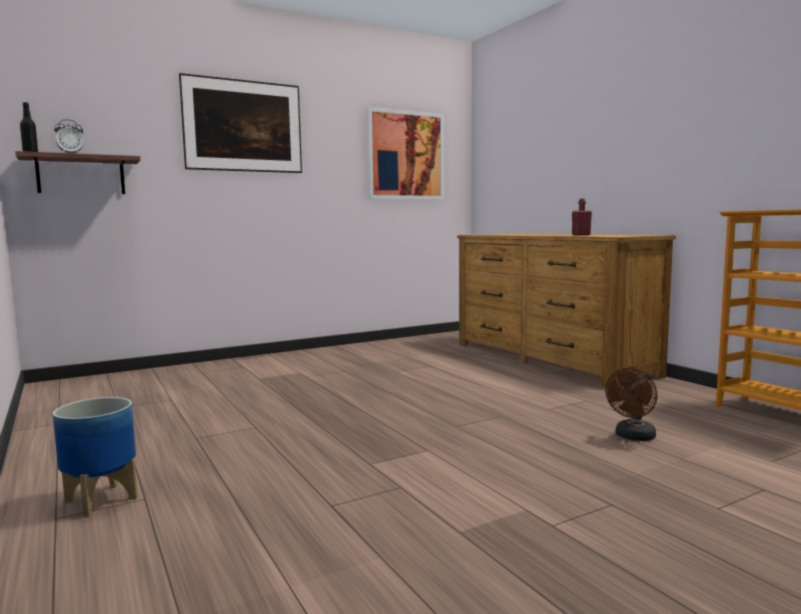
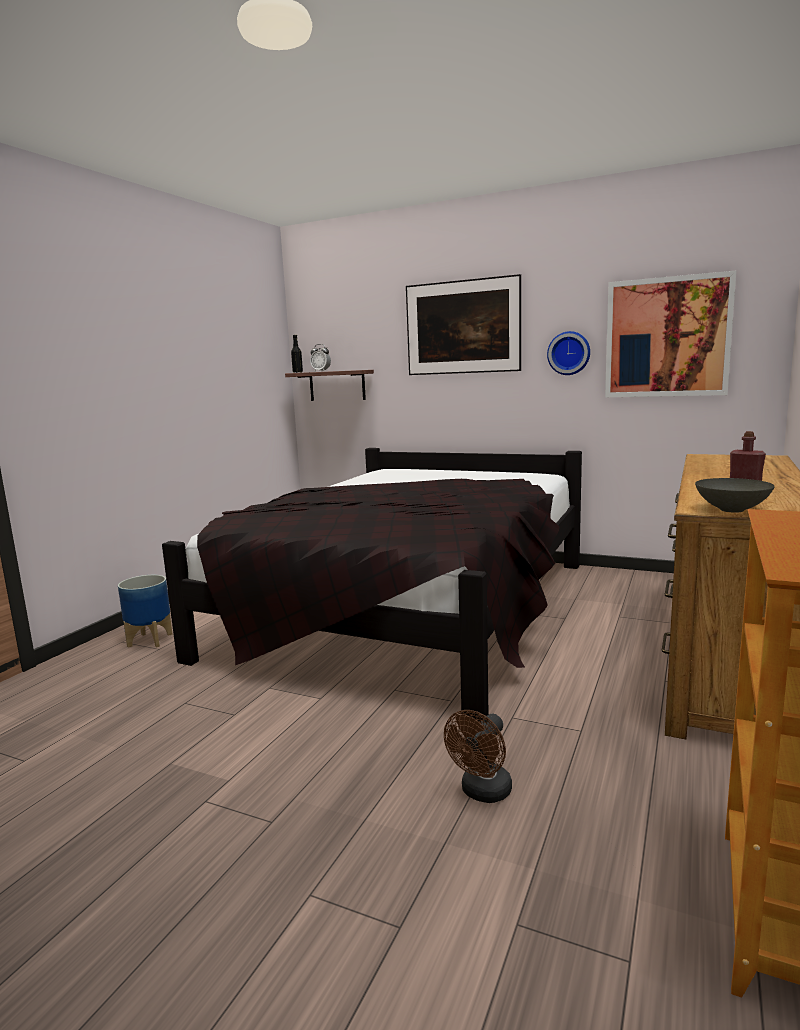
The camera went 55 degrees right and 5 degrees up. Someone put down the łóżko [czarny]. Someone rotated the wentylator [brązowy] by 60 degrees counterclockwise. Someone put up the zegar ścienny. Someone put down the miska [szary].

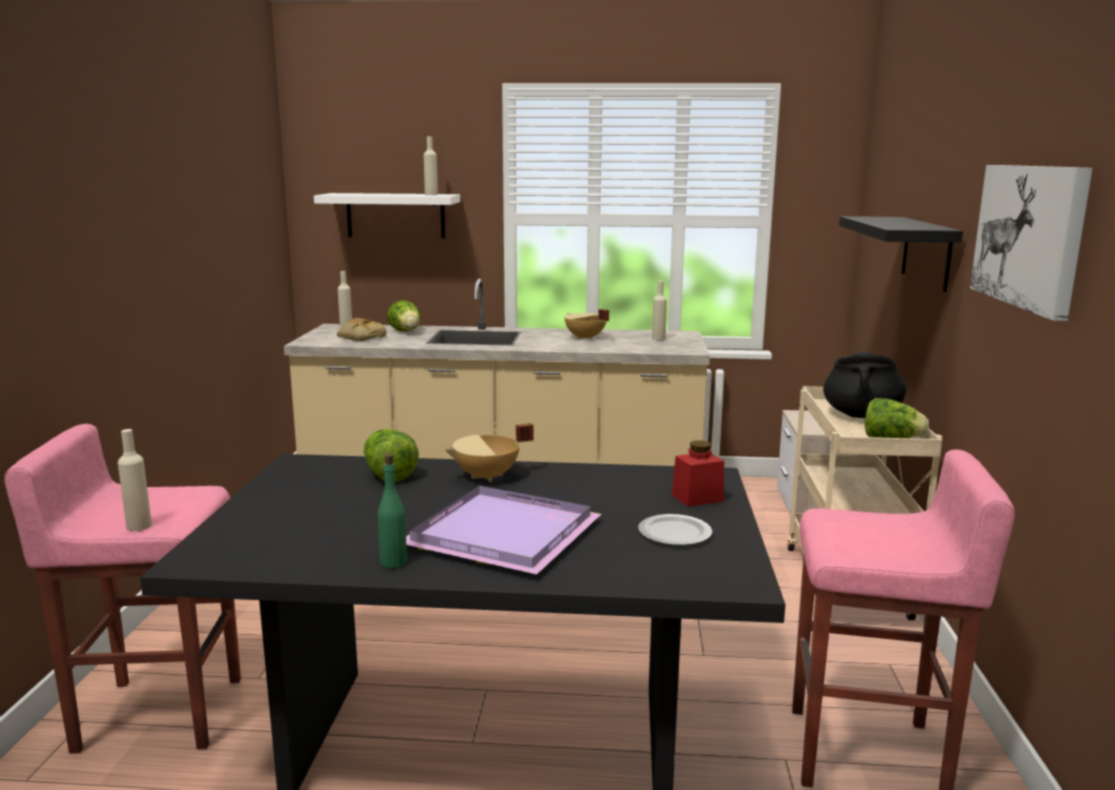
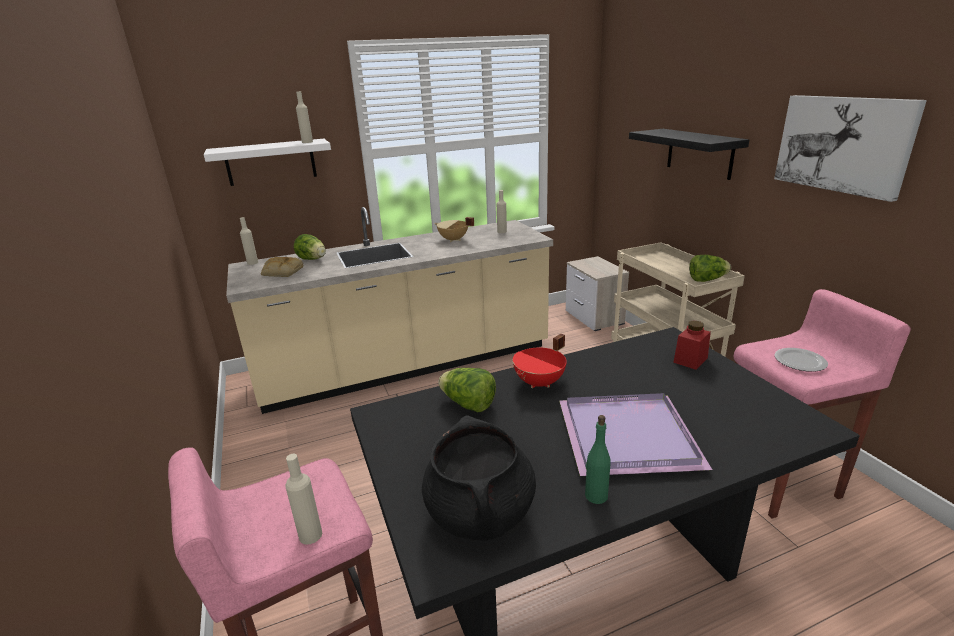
The camera went 25 degrees left and 10 degrees up. Someone carried the garnek [czarny]. Someone repainted the garnek [beżowy] (no. 1 from left), which became the garnek [czerwony]. Someone carried the talerz.

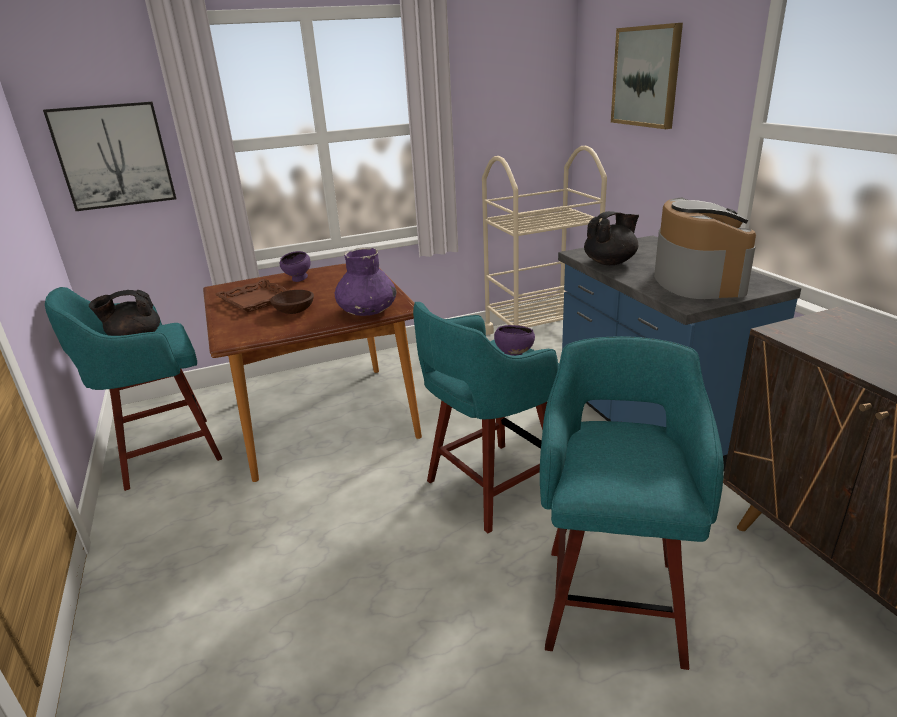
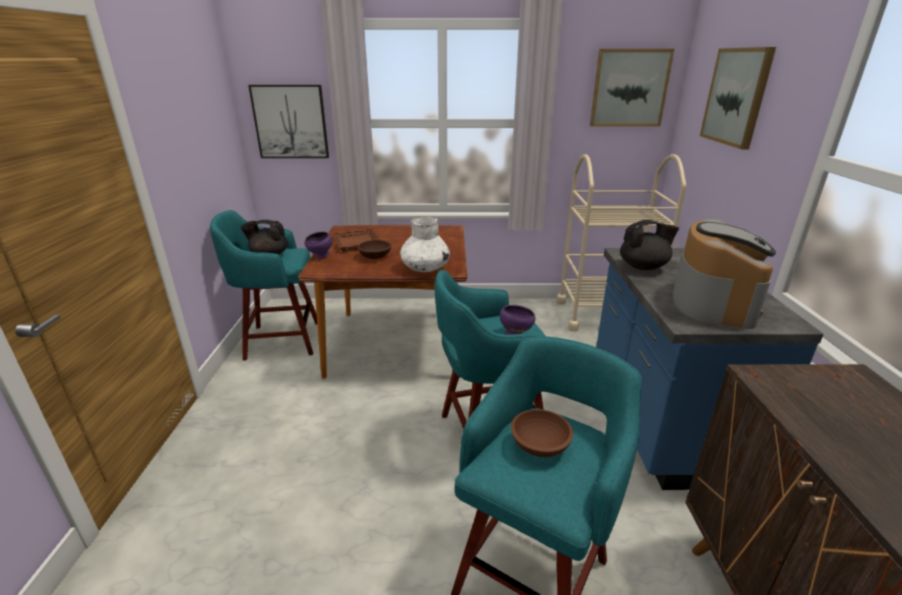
The camera went 20 degrees right and 0 degrees up. Someone carried the miska [fioletowy] (no. 1 from left). Someone repainted the wazon [fioletowy], which became the wazon [biały]. Someone put down the miska [brązowy] (no. 2 from left). Someone put up the obraz (no. 2 from left).

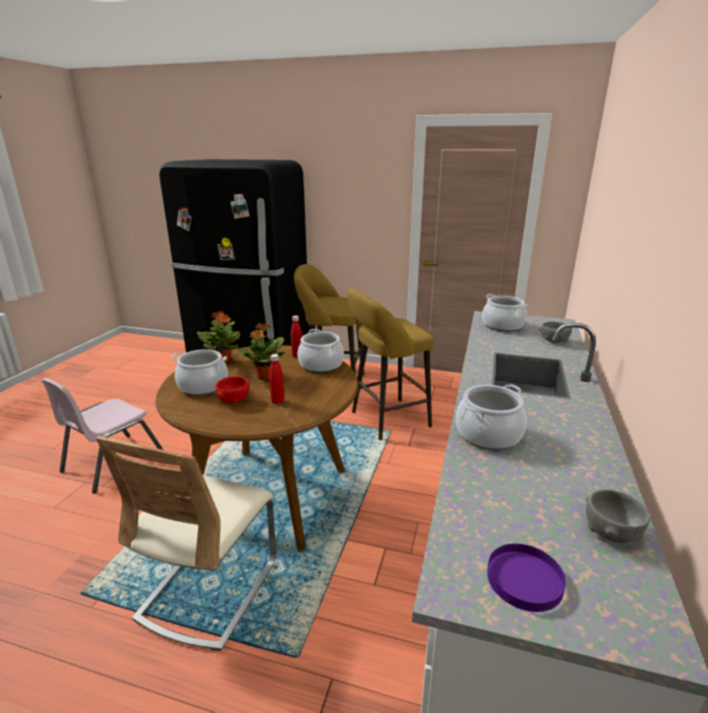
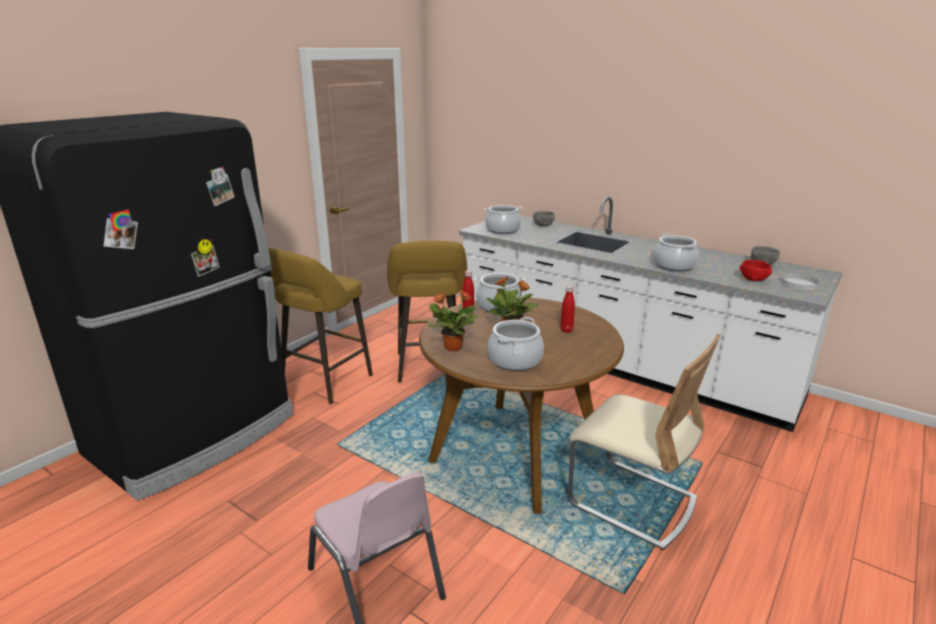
The camera went 70 degrees left and 0 degrees up. Someone carried the miska [czerwony]. Someone repainted the talerz [fioletowy], which became the talerz [biały].

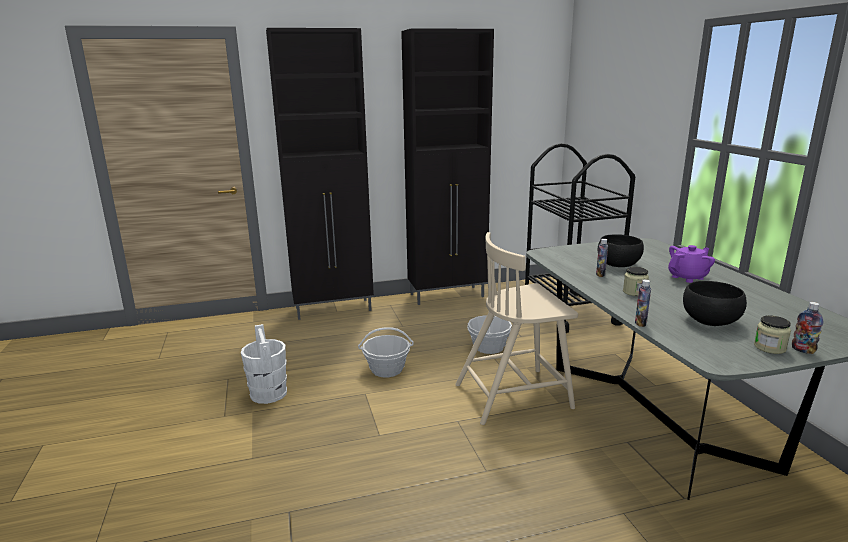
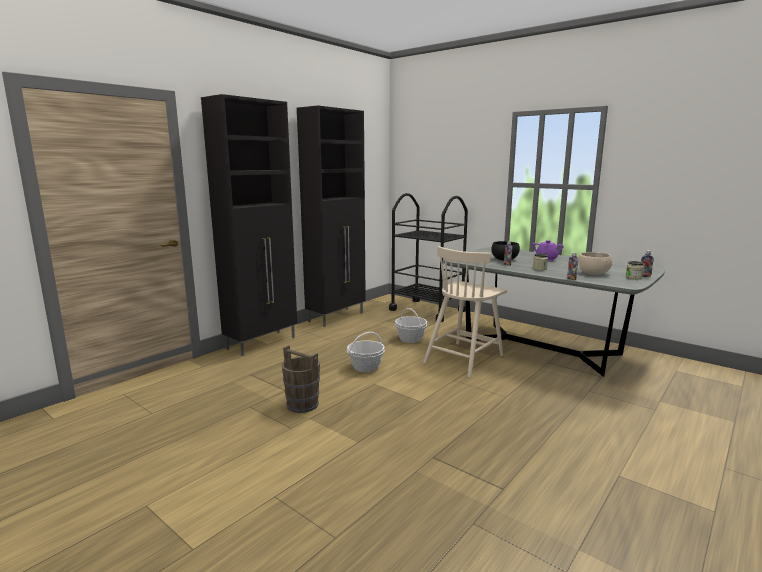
The camera went 35 degrees left and 5 degrees down. Someone repainted the wiadro [biały], which became the wiadro [brązowy]. Someone repainted the miska [czarny] (no. 2 from left), which became the miska [beżowy].

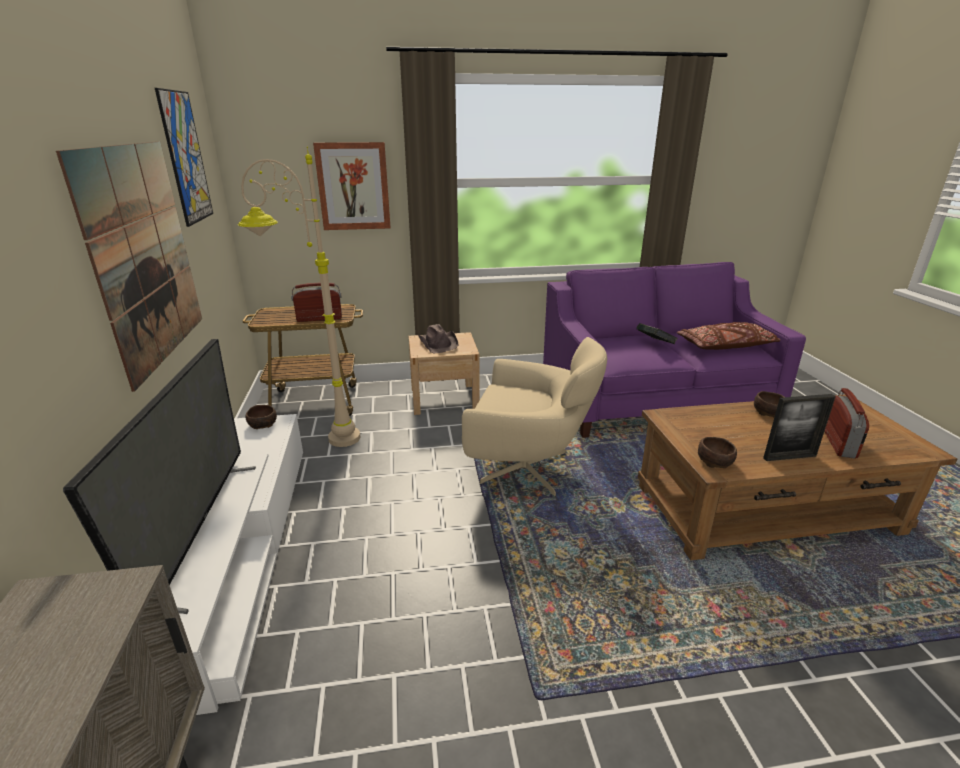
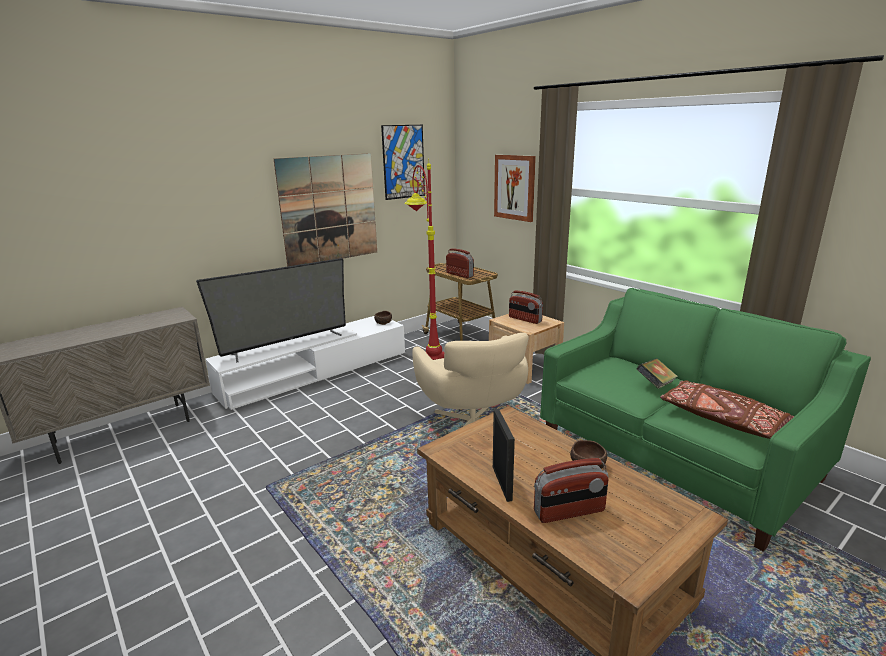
The camera went 60 degrees right and 5 degrees down. Someone repainted the lampa stojąca [beżowy], which became the lampa stojąca [czerwony]. Someone rotated the ramka na zdjęcie by 150 degrees counterclockwise. Someone swapped the kapelusz [brązowy] for the radio (no. 2 from left). Someone repainted the kanapa [fioletowy], which became the kanapa [zielony]. Someone took away the miska [brązowy] (no. 2 from left).

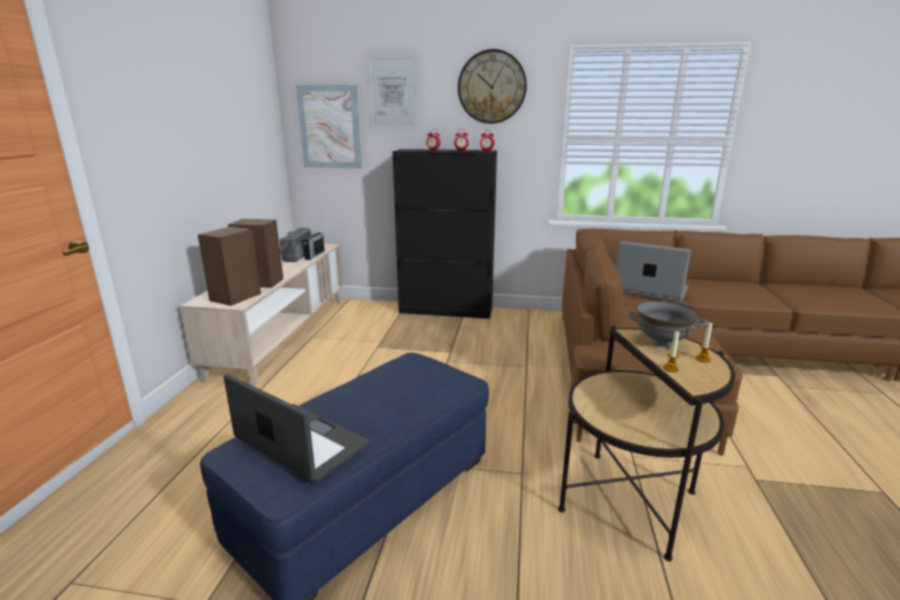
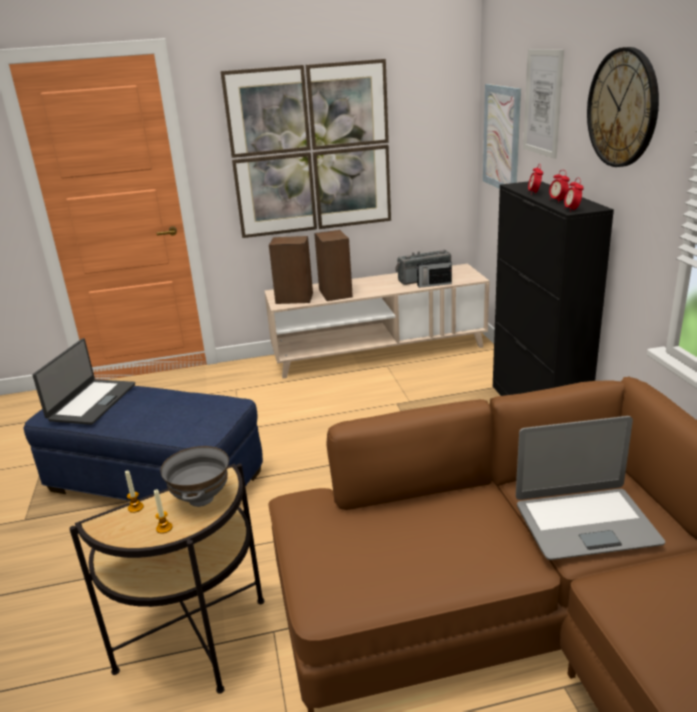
The camera went 70 degrees right and 5 degrees up. Someone put up the obraz (no. 1 from left). Someone rotated the laptop (no. 2 from left) by 75 degrees clockwise.

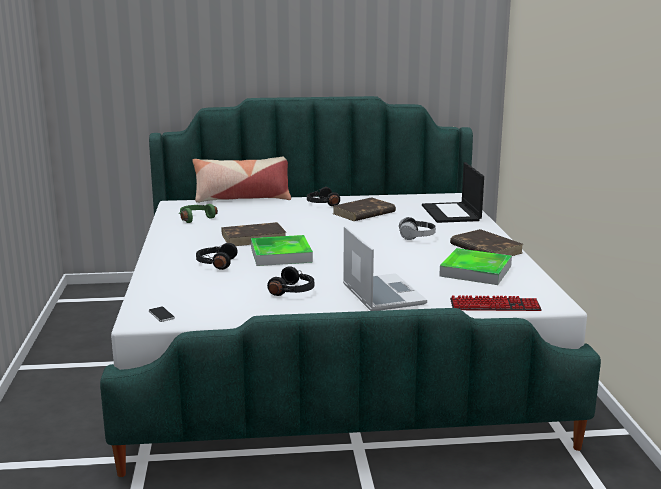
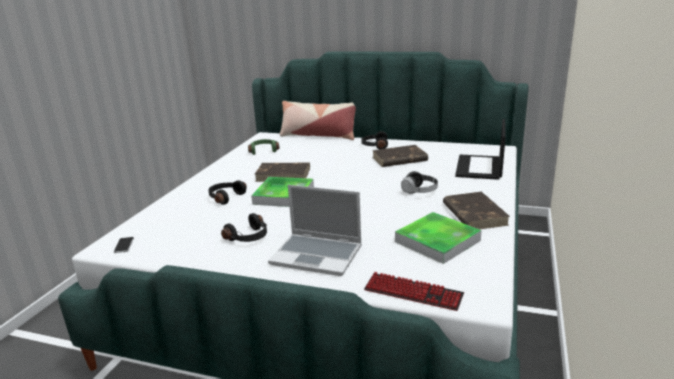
The camera went 25 degrees right and 5 degrees up. Someone rotated the laptop (no. 1 from left) by 105 degrees clockwise.

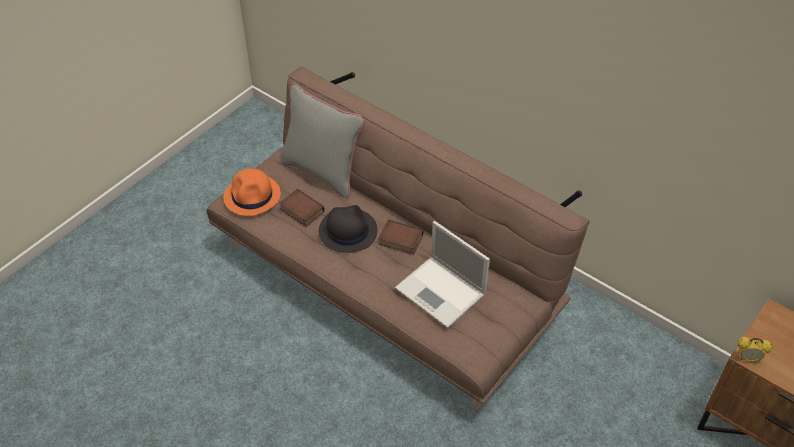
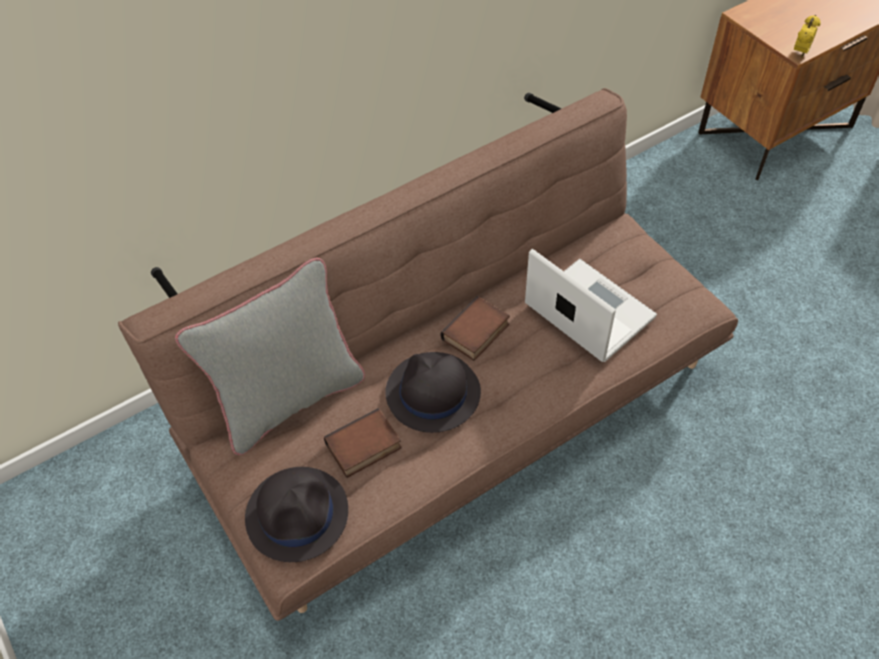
The camera went 70 degrees left and 5 degrees up. Someone repainted the kapelusz [pomarańczowy], which became the kapelusz [czarny] (no. 1 from left). Someone rotated the laptop by 105 degrees counterclockwise.

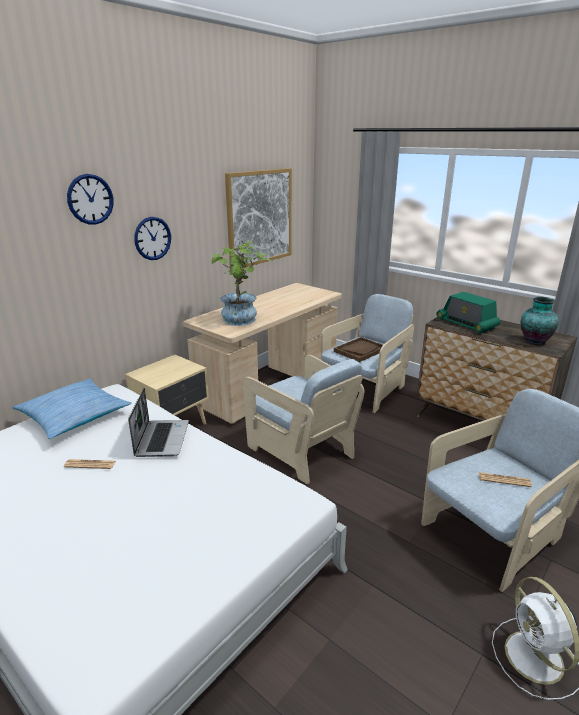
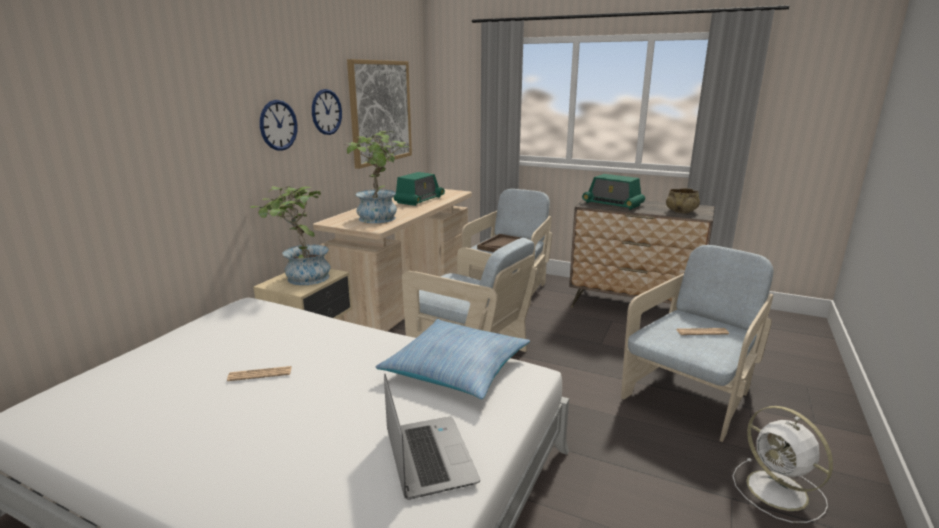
The camera went 15 degrees left and 5 degrees down. Someone put down the roślina doniczkowa (no. 1 from left). Someone carried the zegar ścienny (no. 1 from left in the first image). Someone carried the poduszka. Someone carried the laptop. Someone put down the radio (no. 1 from left). Someone swapped the wazon for the miska [beżowy].

